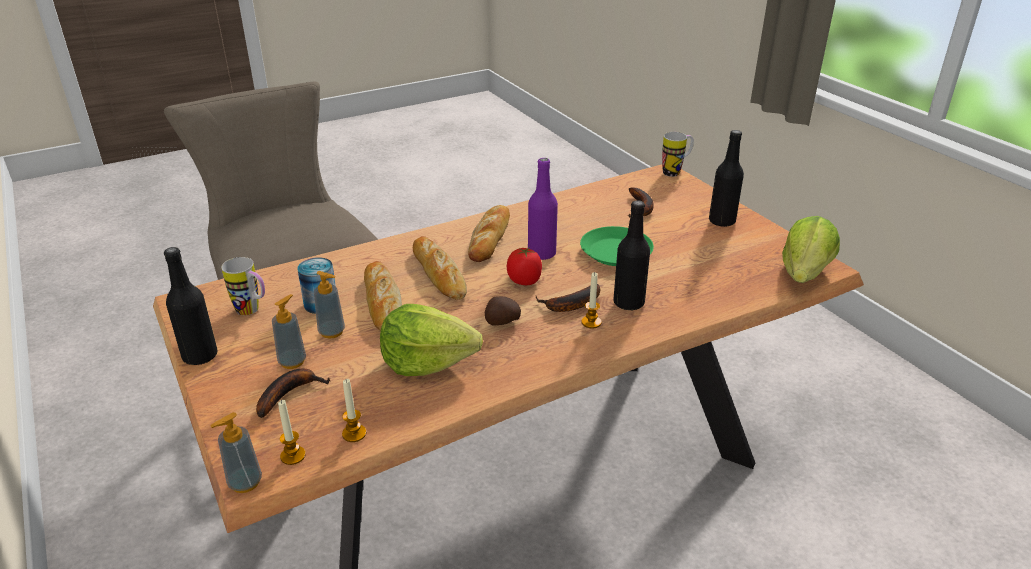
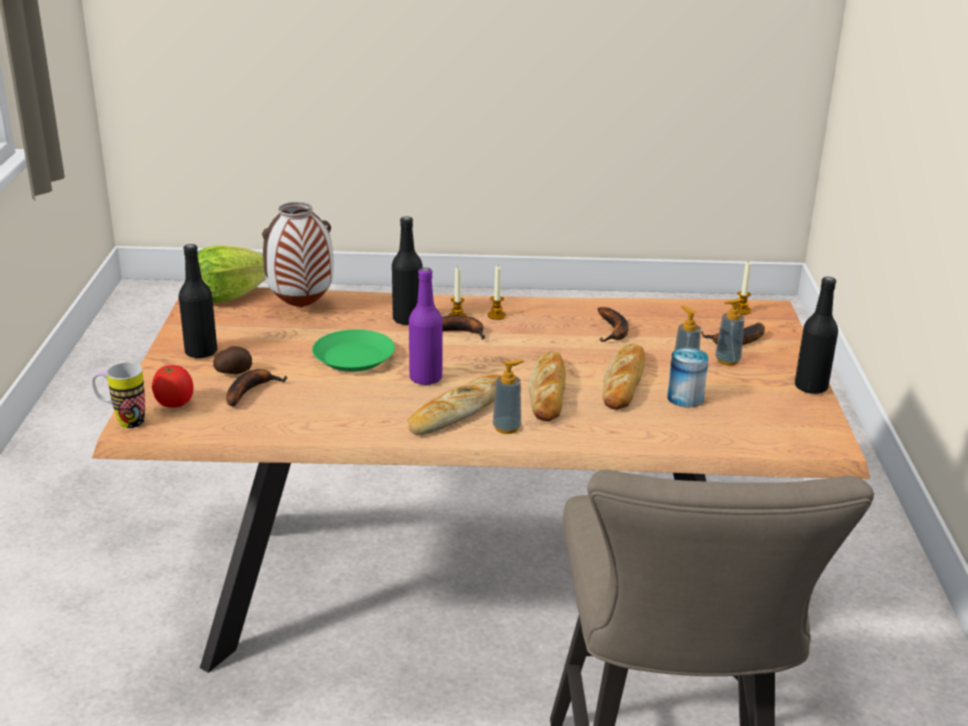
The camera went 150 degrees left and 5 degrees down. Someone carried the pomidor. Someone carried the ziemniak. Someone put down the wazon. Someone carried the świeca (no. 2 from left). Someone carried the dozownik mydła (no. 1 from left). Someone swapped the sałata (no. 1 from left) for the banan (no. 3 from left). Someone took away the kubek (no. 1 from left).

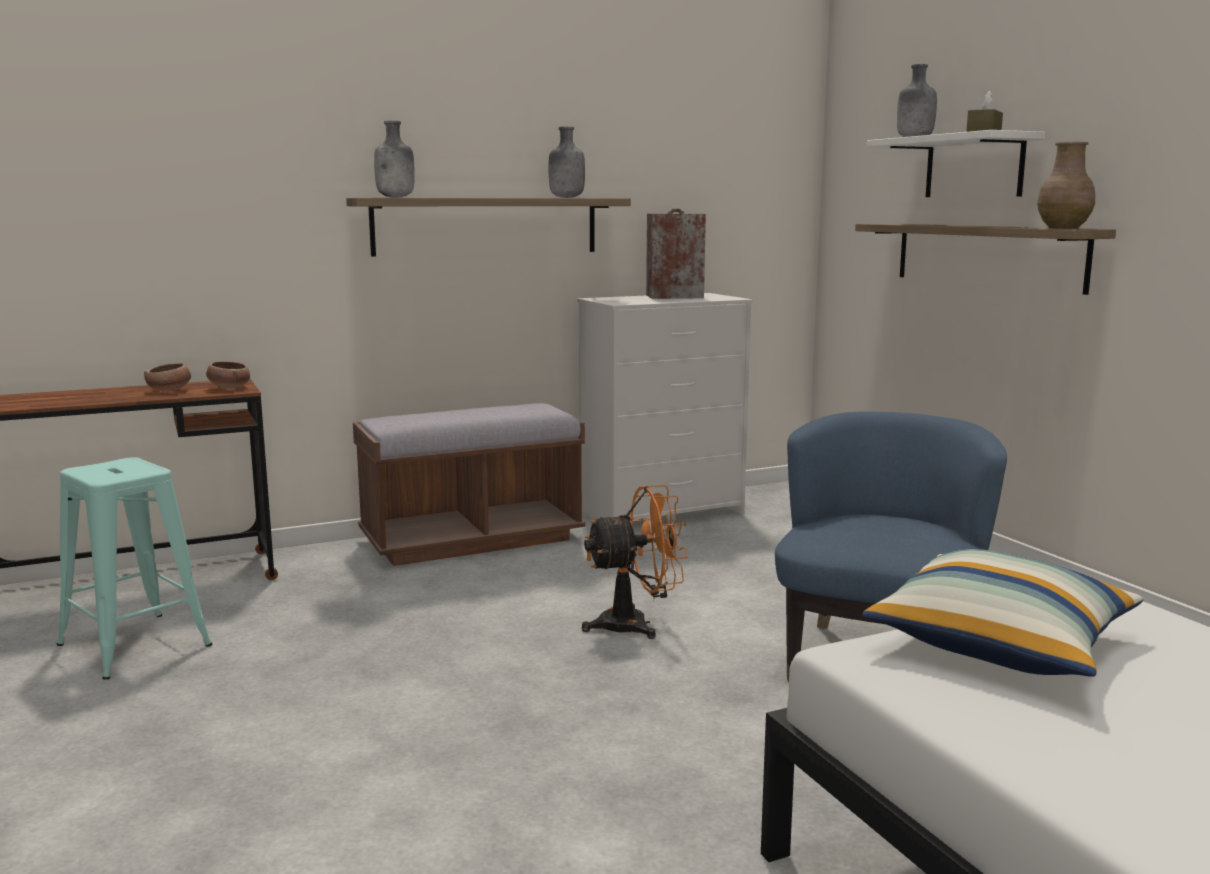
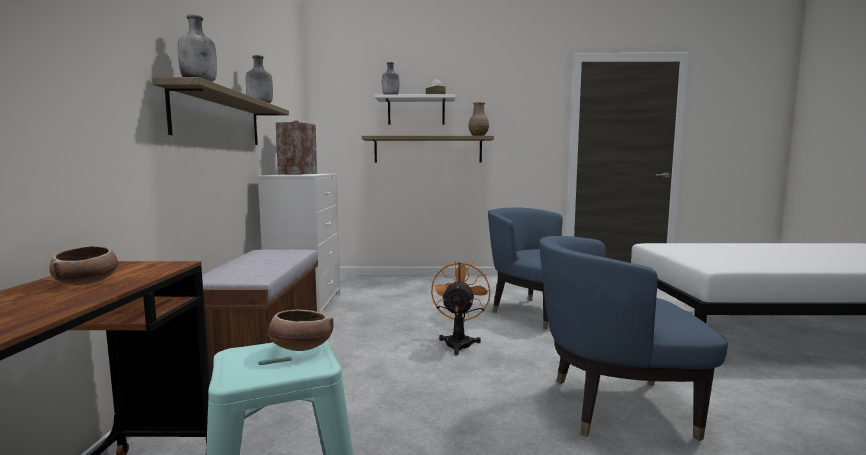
The camera went 65 degrees left and 5 degrees down. Someone carried the miska (no. 2 from left). Someone put down the fotel [niebieski] (no. 2 from left). Someone took away the poduszka.

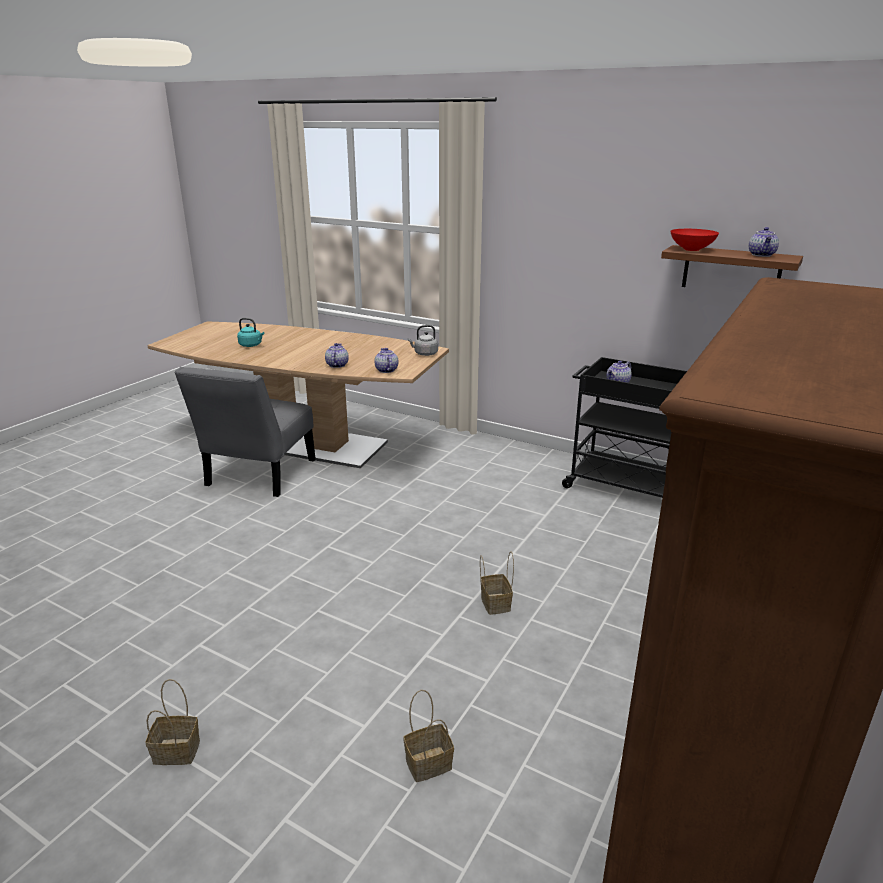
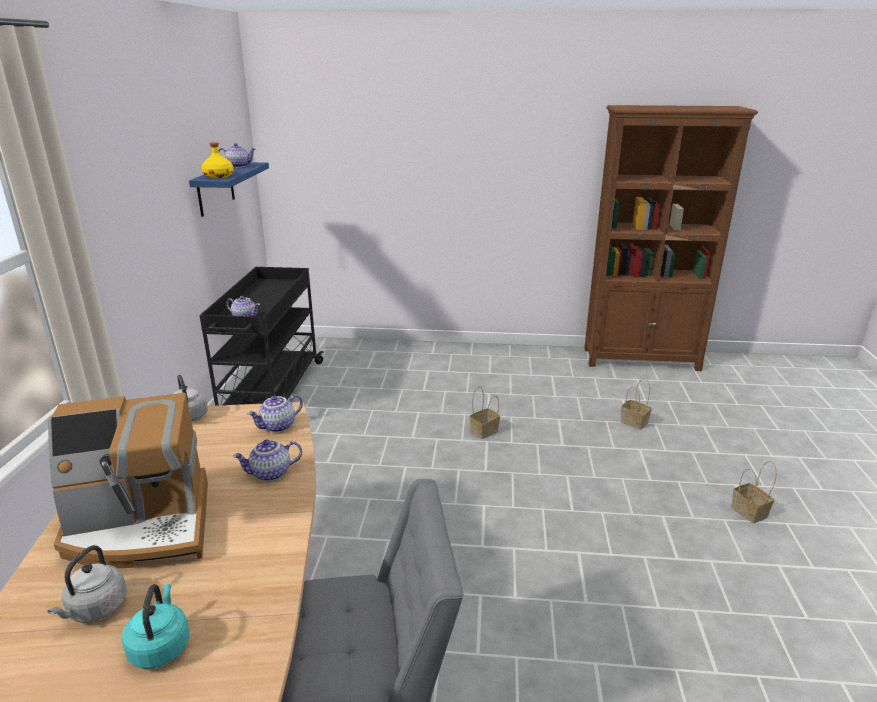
The camera went 115 degrees left and 0 degrees up. Someone put down the czajnik [szary] (no. 1 from left). Someone put down the ekspres do kawy. Someone repainted the półka [brązowy], which became the półka [niebieski]. Someone swapped the miska [czerwony] for the butelka [żółty].

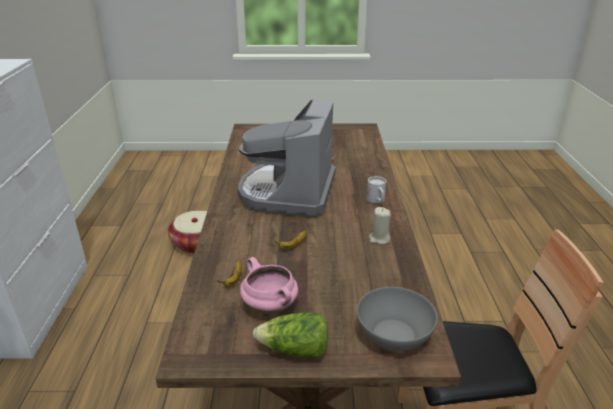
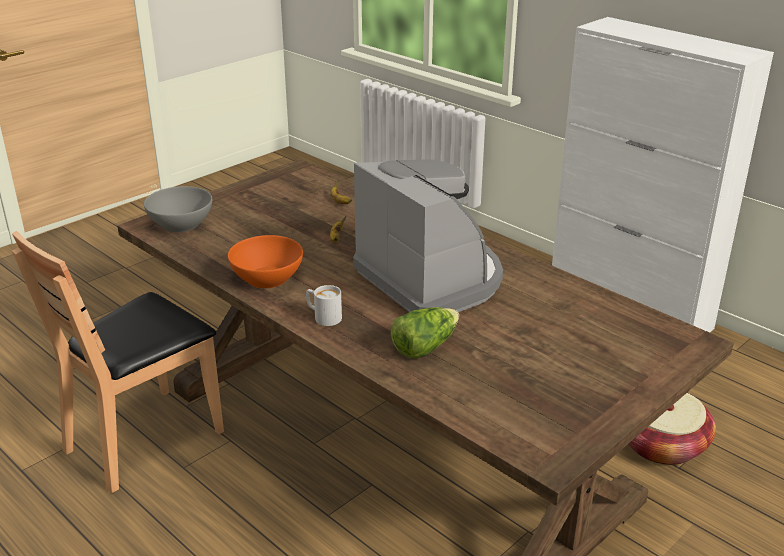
The camera went 135 degrees right and 0 degrees up. Someone swapped the świeca [beżowy] for the miska [pomarańczowy]. Someone carried the sałata. Someone took away the garnek [różowy].

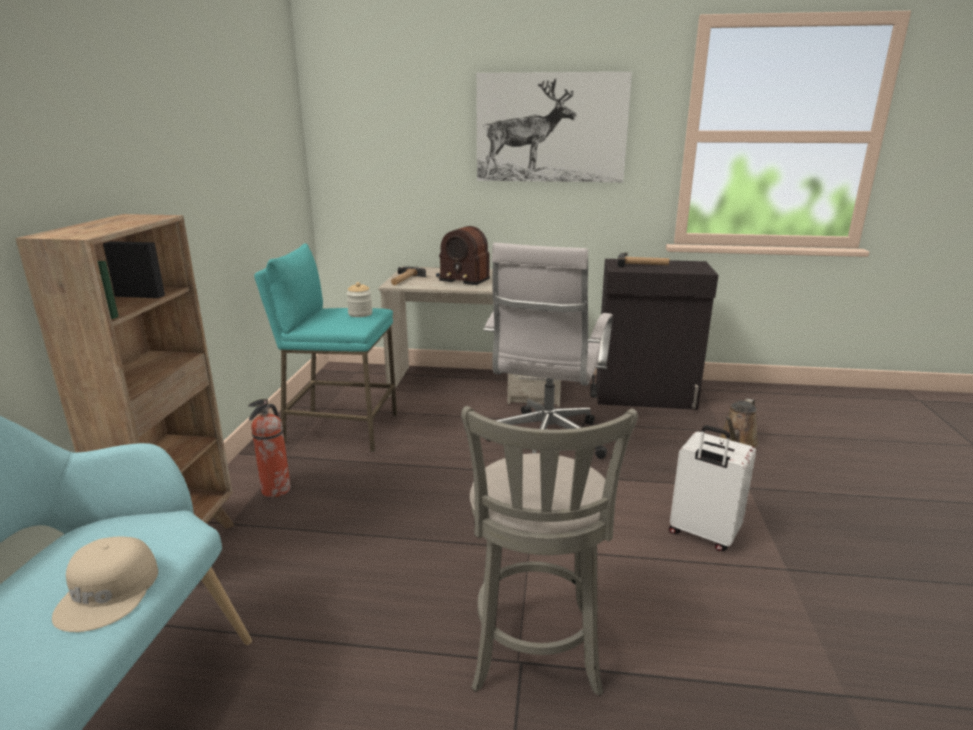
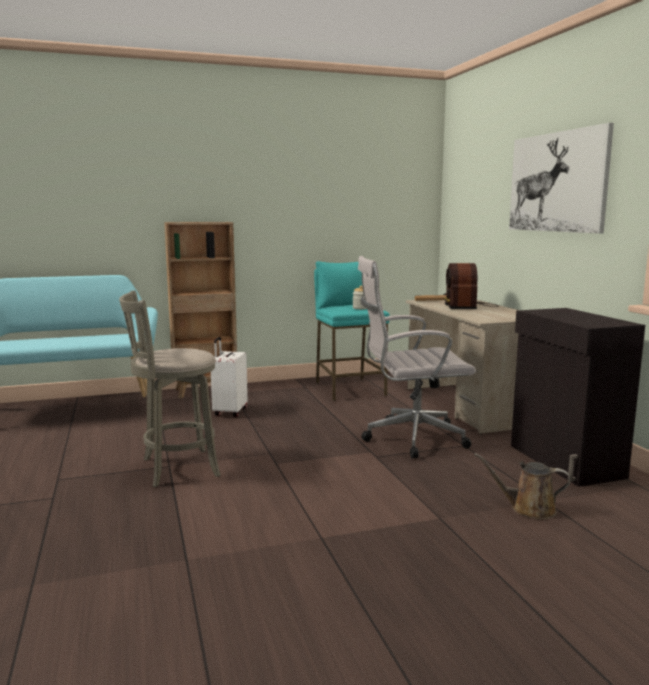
The camera went 65 degrees right and 10 degrees down. Someone carried the walizka [biały]. Someone took away the czapka z daszkiem [beżowy]. Someone took away the gaśnica. Someone took away the młotek (no. 2 from left).

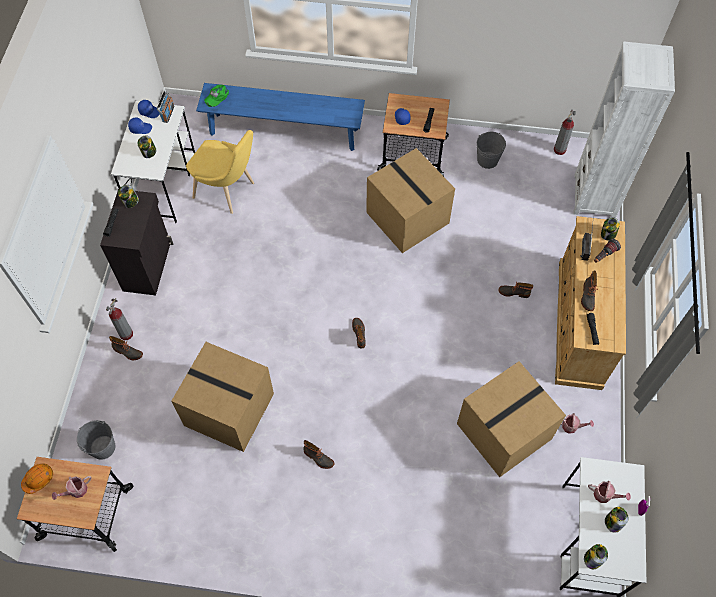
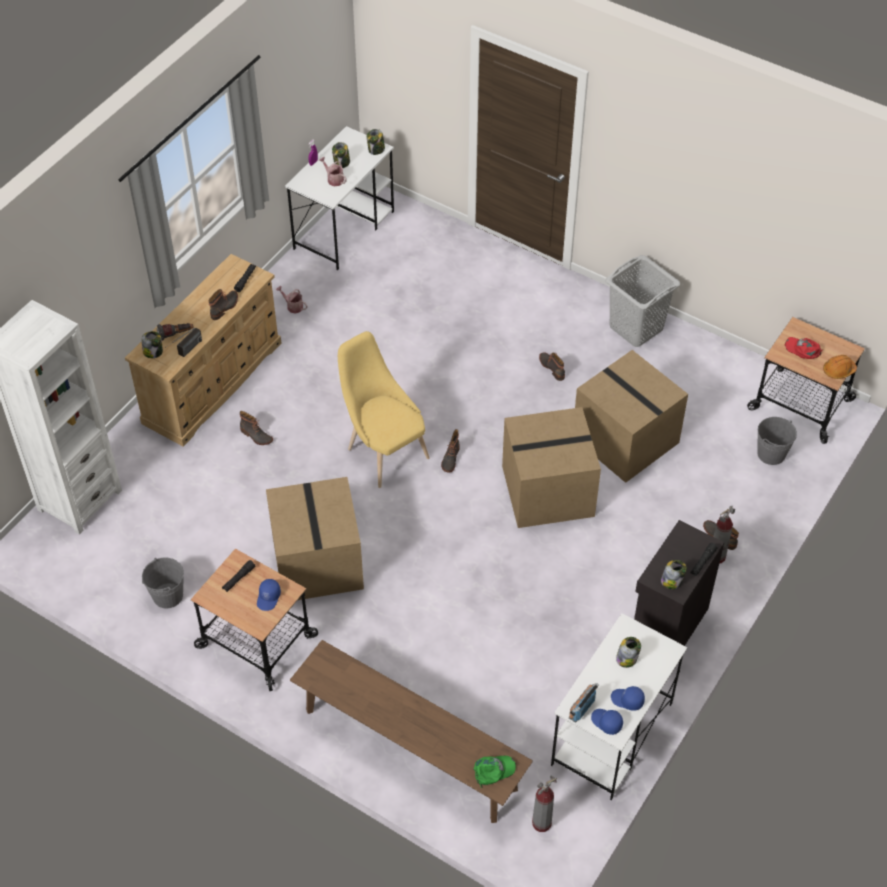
The camera went 155 degrees left and 10 degrees down. Someone repainted the ławka [niebieski], which became the ławka [brązowy]. Someone carried the krzesło [żółty]. Someone carried the karton (no. 3 from left in the first image). Someone carried the gaśnica (no. 2 from left in the first image). Someone put down the kosz na pranie [szary]. Someone swapped the konewka (no. 1 from left) for the czapka z daszkiem [czerwony].

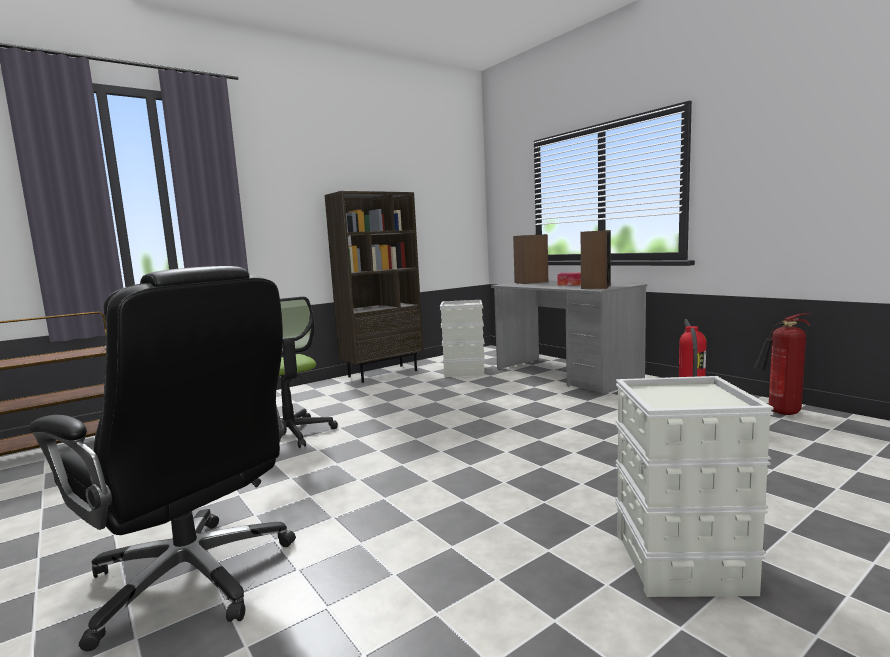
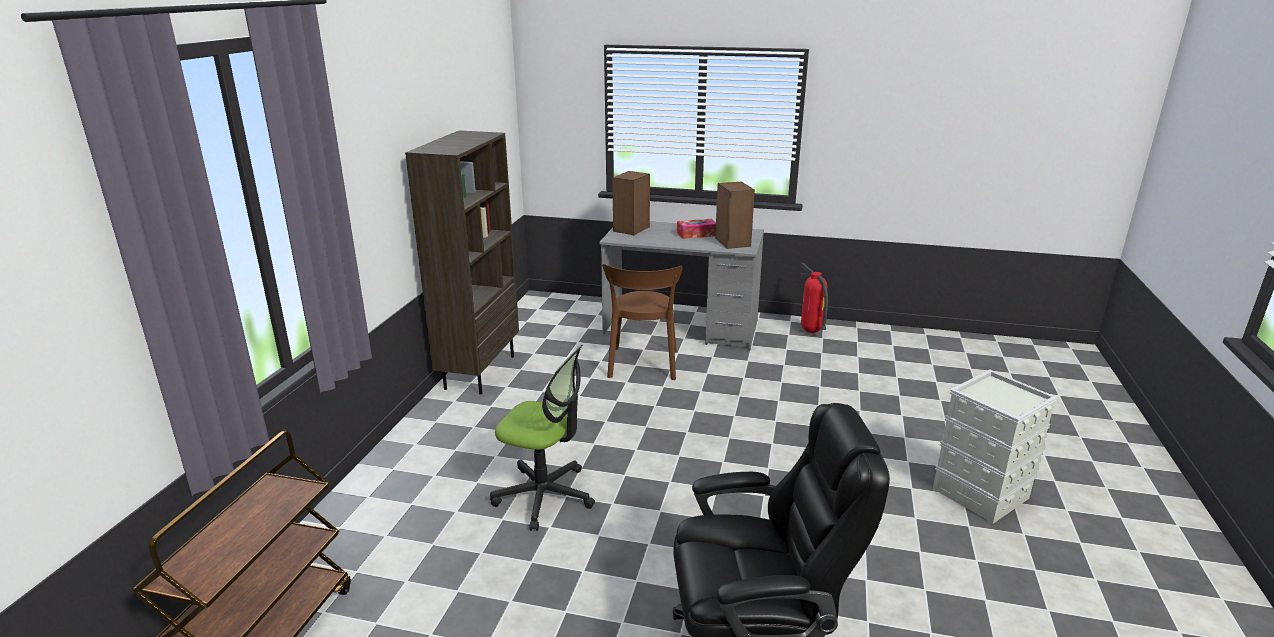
The camera went 40 degrees left and 15 degrees up. Someone put down the krzesło [brązowy]. Someone took away the pojemnik do przechowywania [szary] (no. 1 from left). Someone took away the gaśnica (no. 2 from left).

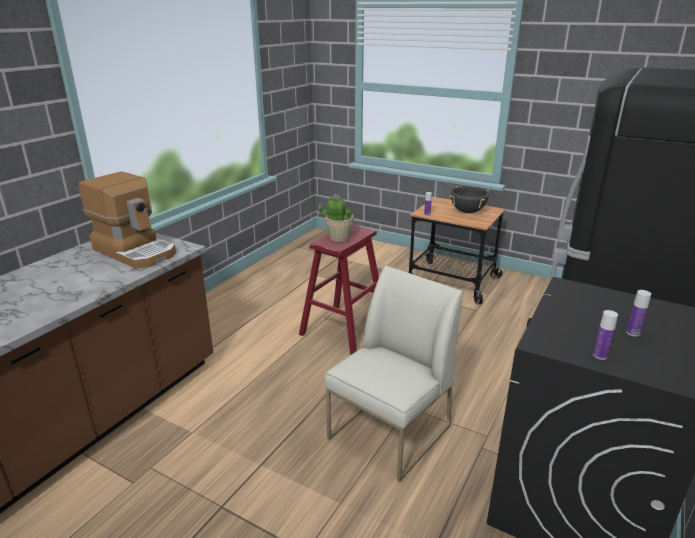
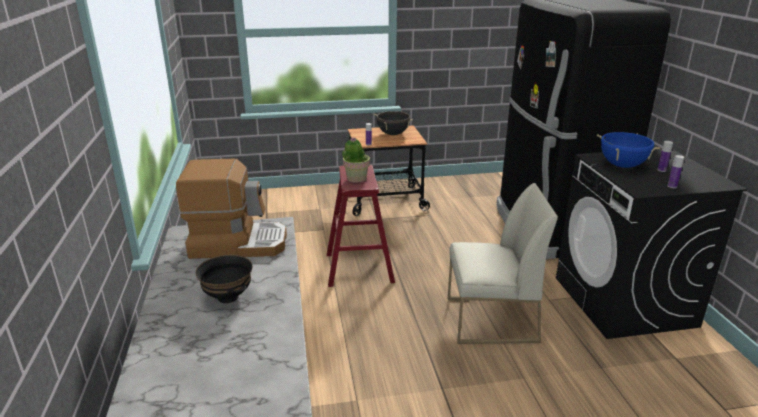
The camera went 40 degrees left and 0 degrees up. Someone put down the miska [czarny]. Someone rotated the krzesło [biały] by 90 degrees clockwise. Someone put down the garnek [niebieski].

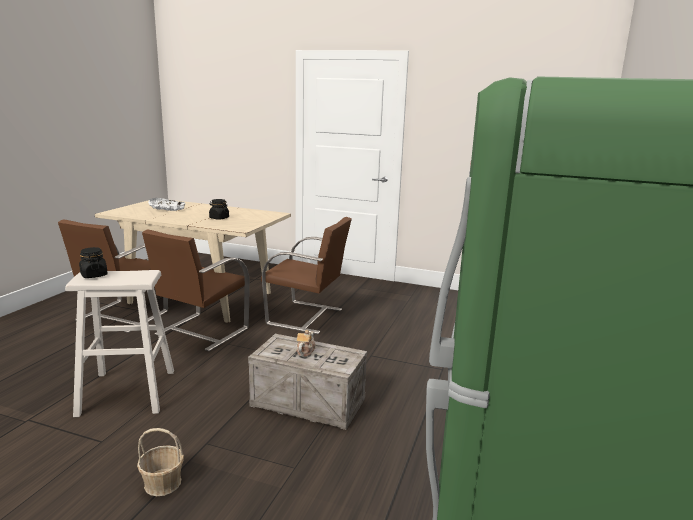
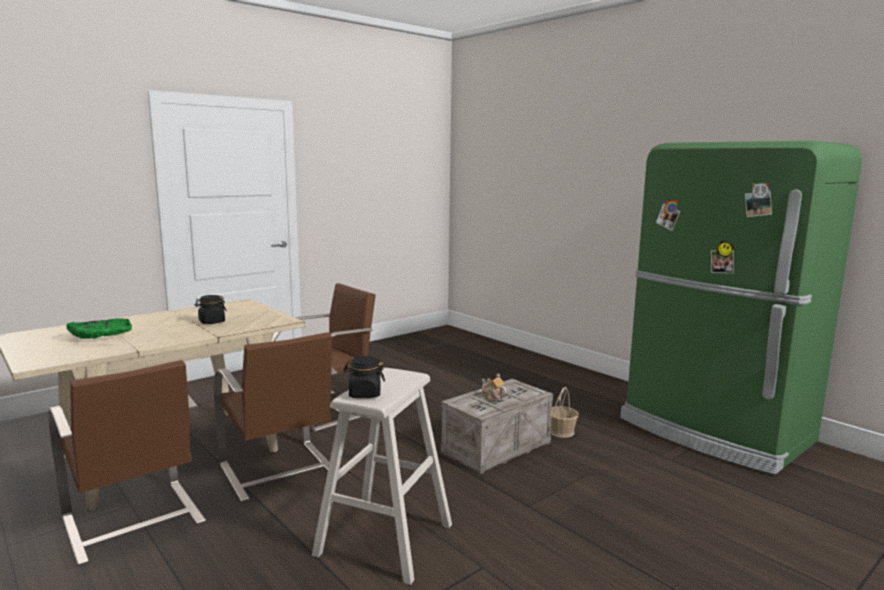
The camera went 60 degrees left and 5 degrees down. Someone repainted the miska [biały], which became the miska [zielony]. Someone carried the koszyk.

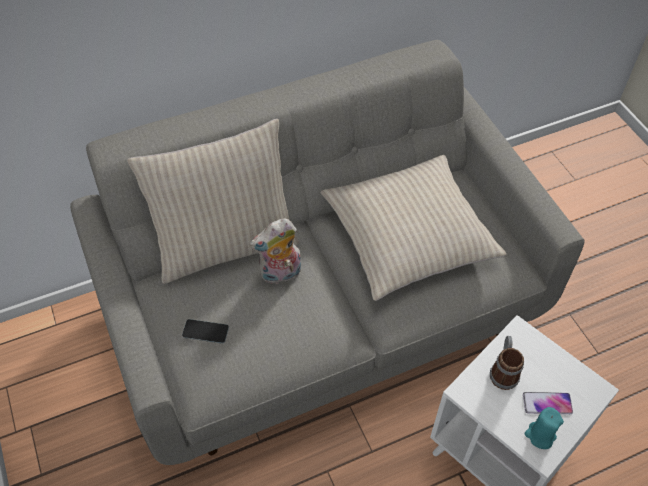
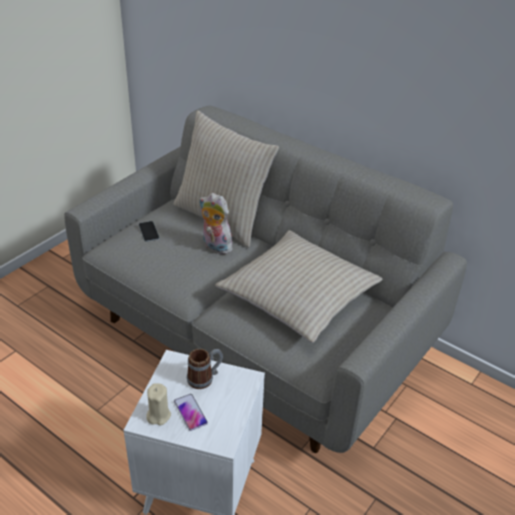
The camera went 60 degrees right and 15 degrees down. Someone repainted the świeca [turkusowy], which became the świeca [beżowy].

